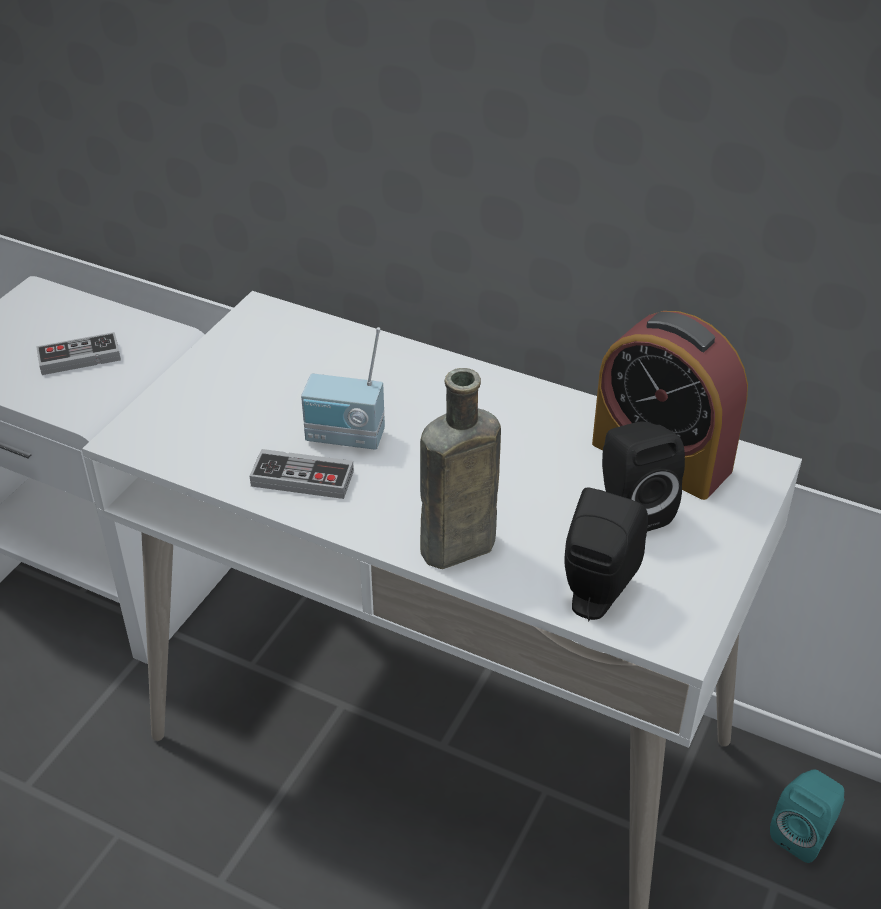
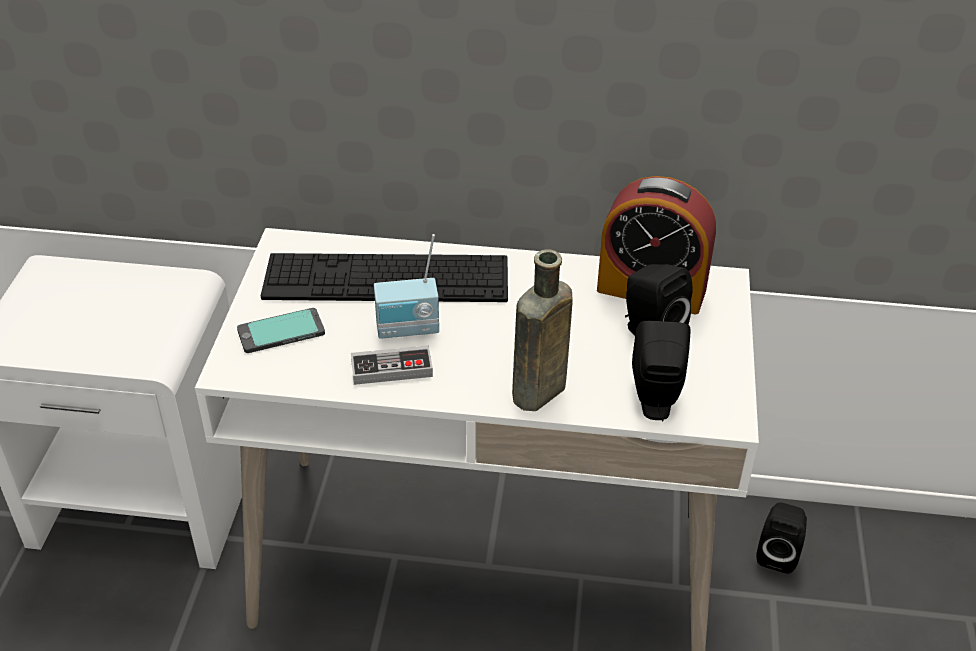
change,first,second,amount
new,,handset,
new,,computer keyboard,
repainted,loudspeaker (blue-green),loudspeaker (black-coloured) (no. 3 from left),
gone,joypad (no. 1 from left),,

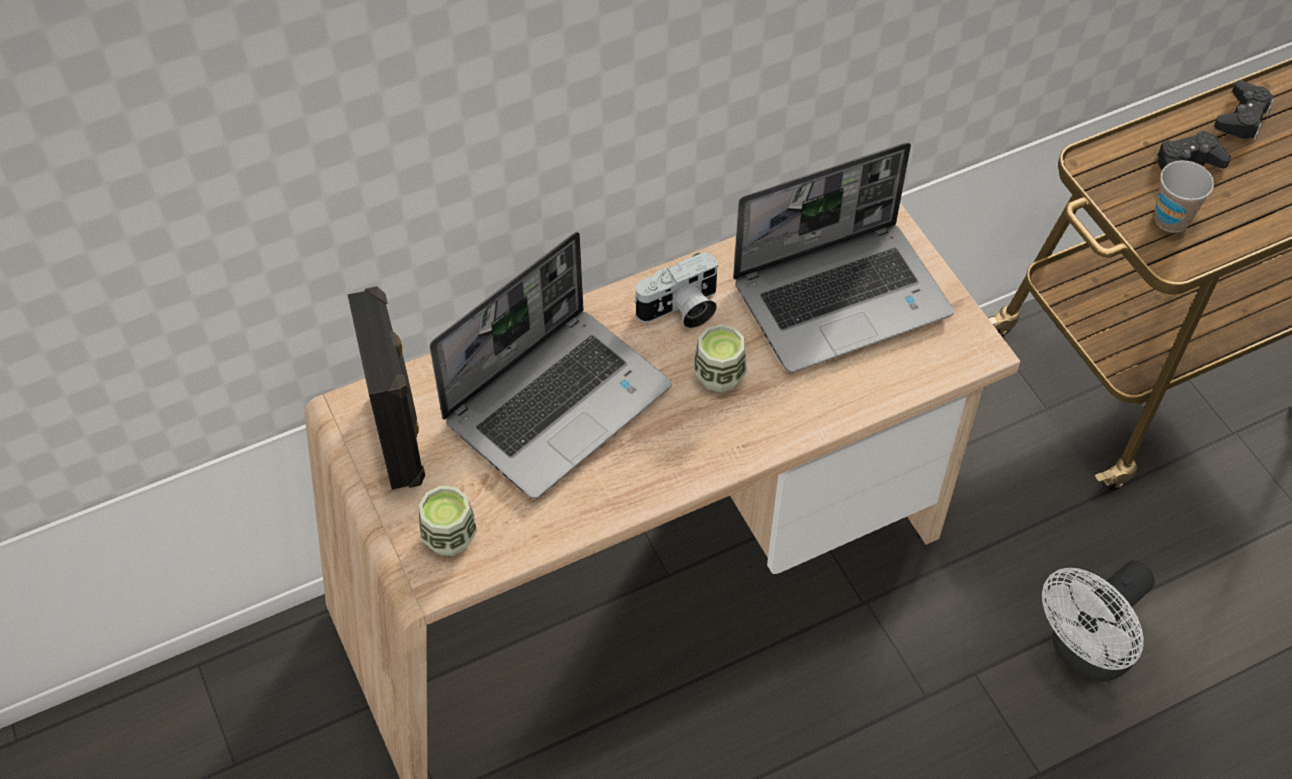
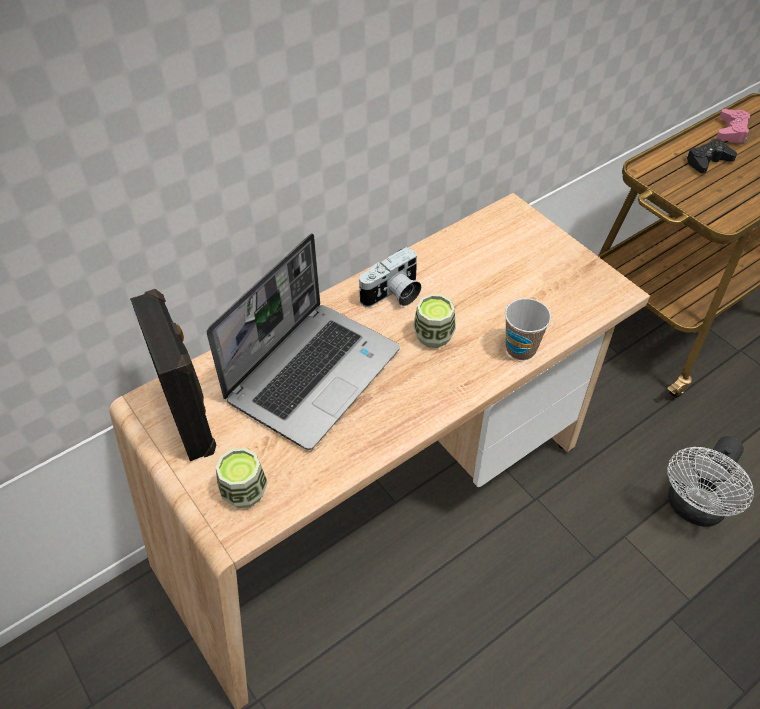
change,first,second,amount
shifted,small cup (no. 3 from left),,
repainted,joypad (black-coloured) (no. 2 from left),joypad (pink),
gone,notebook computer (no. 2 from left),,

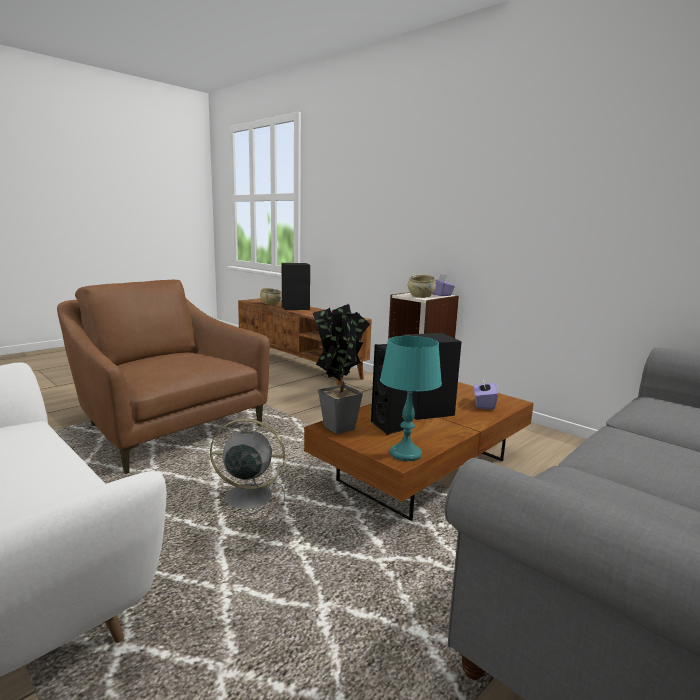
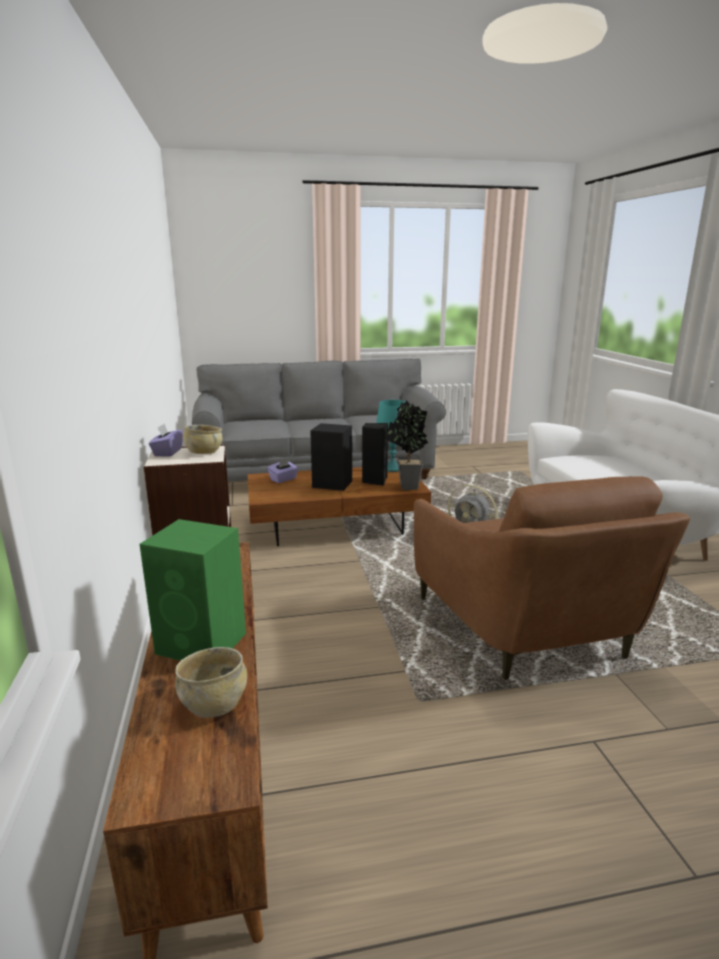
change,first,second,amount
repainted,loudspeaker (black-coloured) (no. 1 from left),loudspeaker (green),

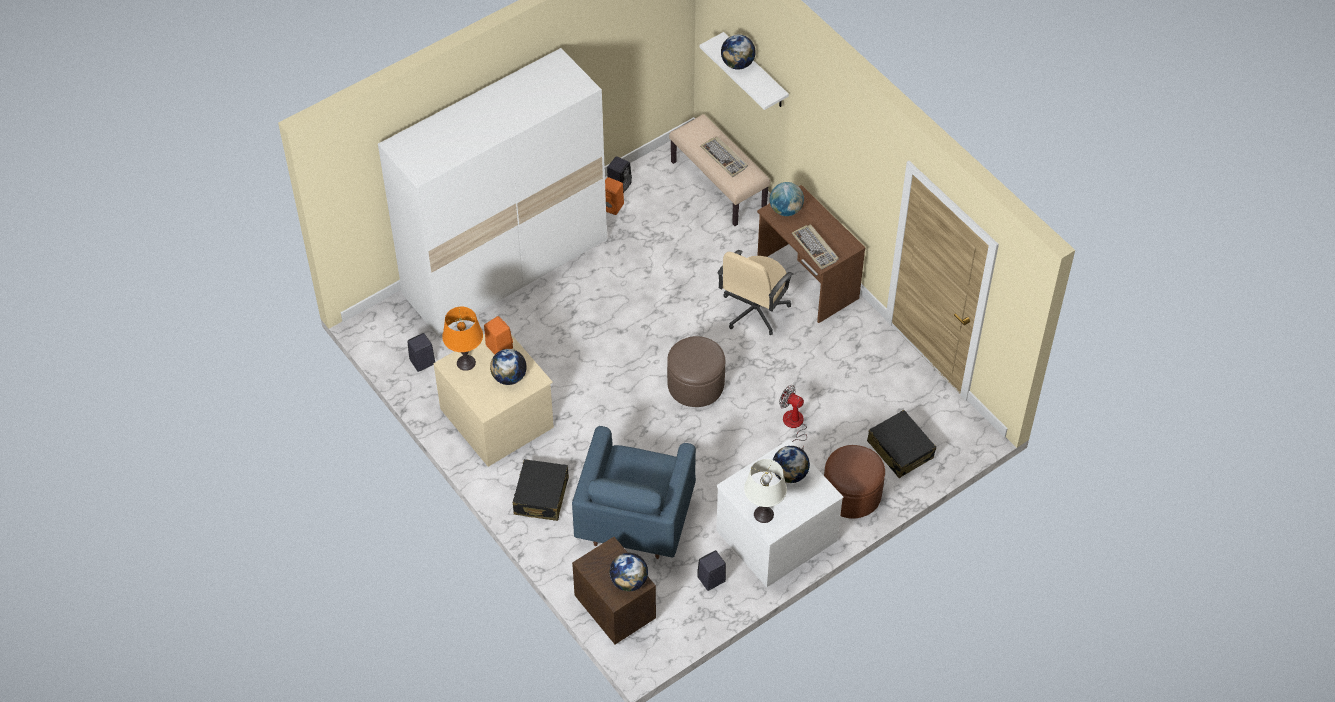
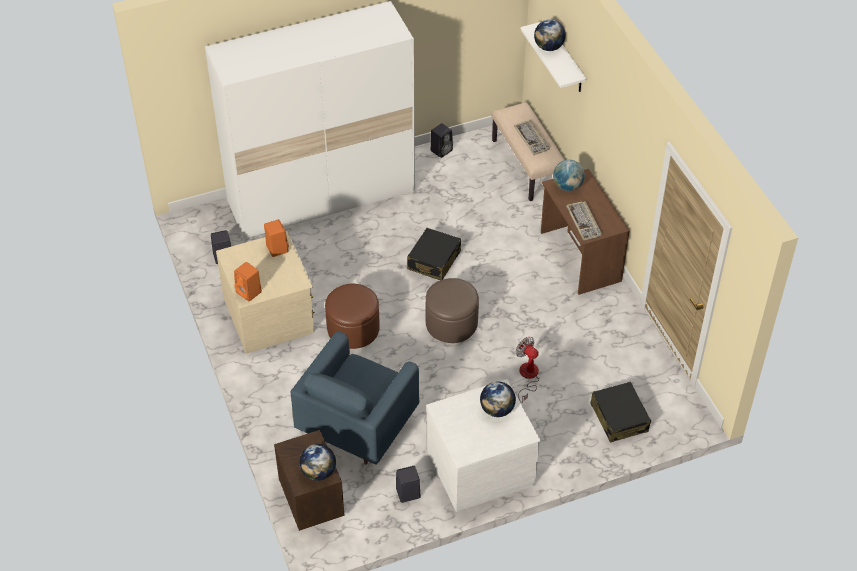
change,first,second,amount
shifted,loudspeaker (orange-coloured) (no. 2 from left in the first image),loudspeaker (orange-coloured) (no. 1 from left),
shifted,ottoman (brown-coloured) (no. 2 from left in the first image),ottoman (brown-coloured) (no. 1 from left),
shifted,travel case (black-coloured) (no. 1 from left),,
gone,tabletop lamp (orange-coloured),,
gone,desk globe (no. 1 from left),,
gone,office chair (beige-coloured),,
gone,tabletop lamp (whitish),,

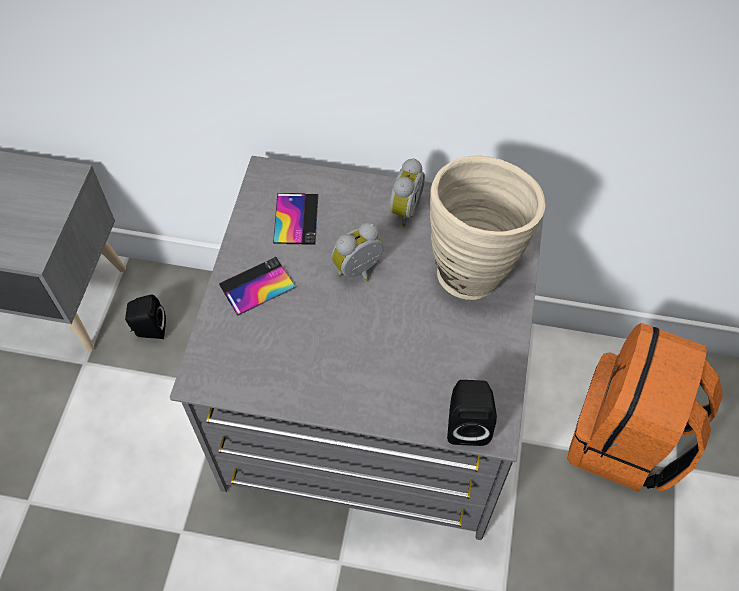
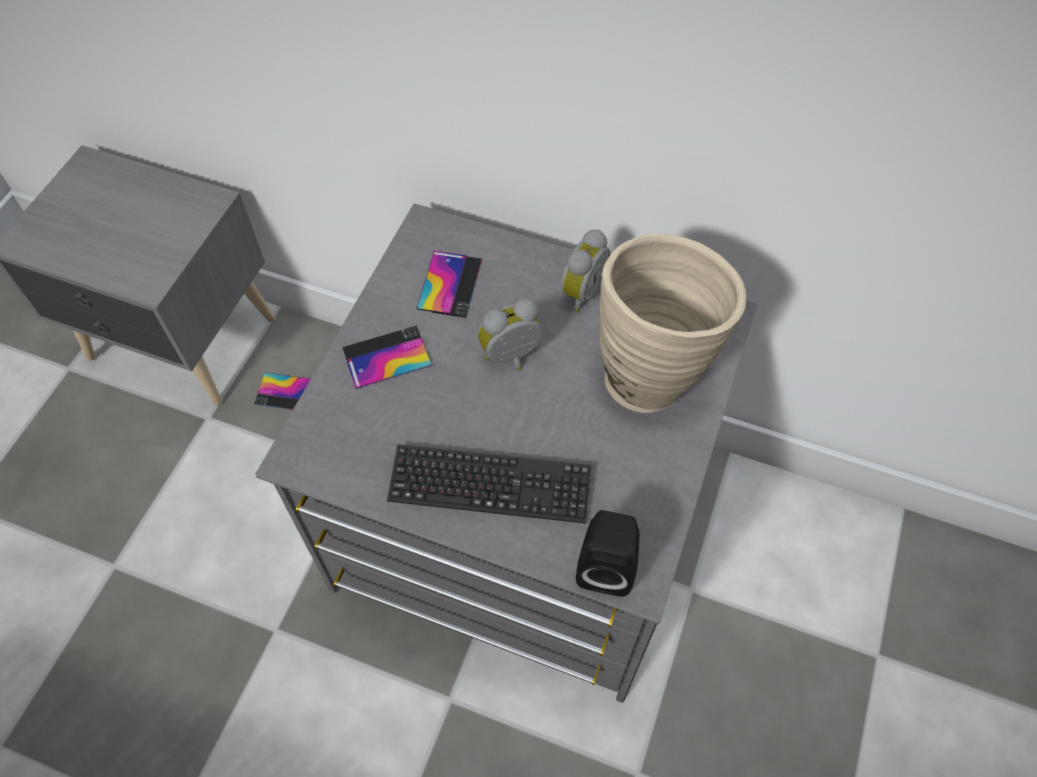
change,first,second,amount
swapped,loudspeaker (black-coloured) (no. 1 from left),handset (no. 1 from left),
new,,computer keyboard,
gone,rucksack (orange-coloured),,

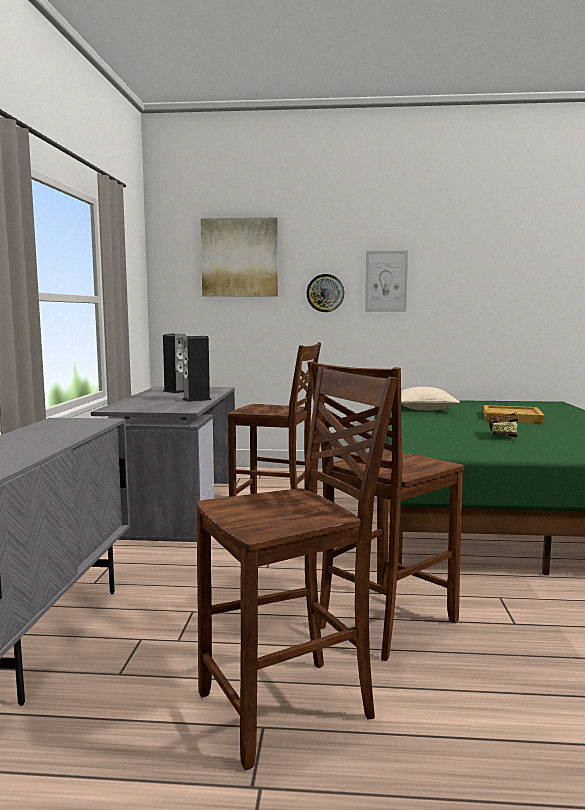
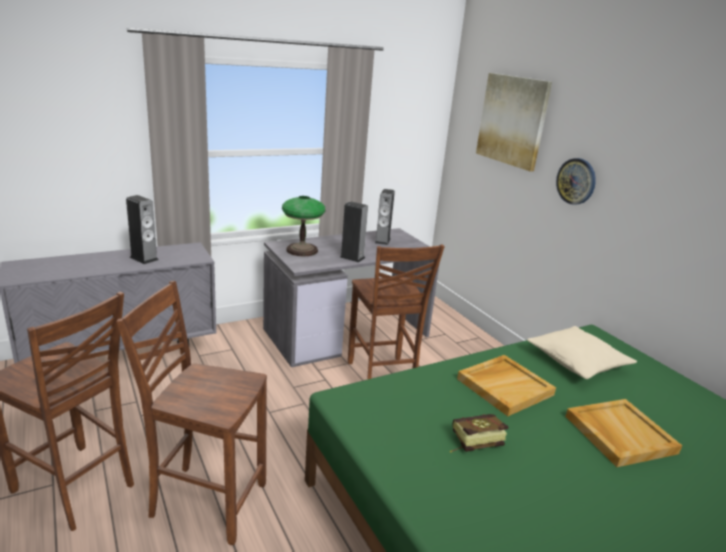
change,first,second,amount
new,,loudspeaker (no. 1 from left),
new,,tabletop lamp,
new,,serving tray (beige-coloured) (no. 1 from left),
gone,picture (no. 2 from left),,

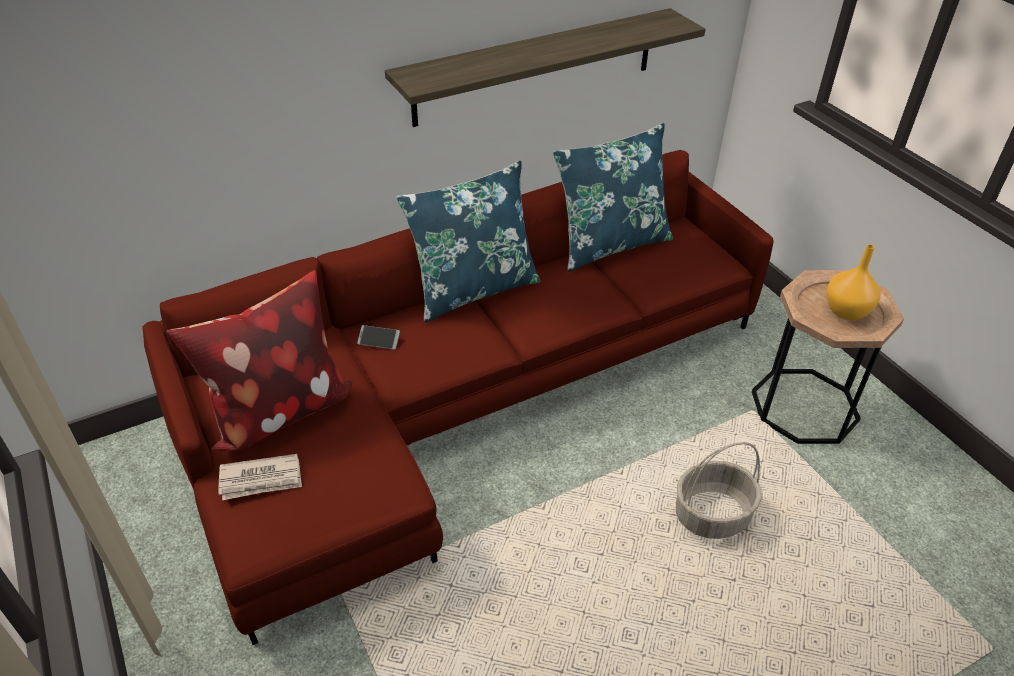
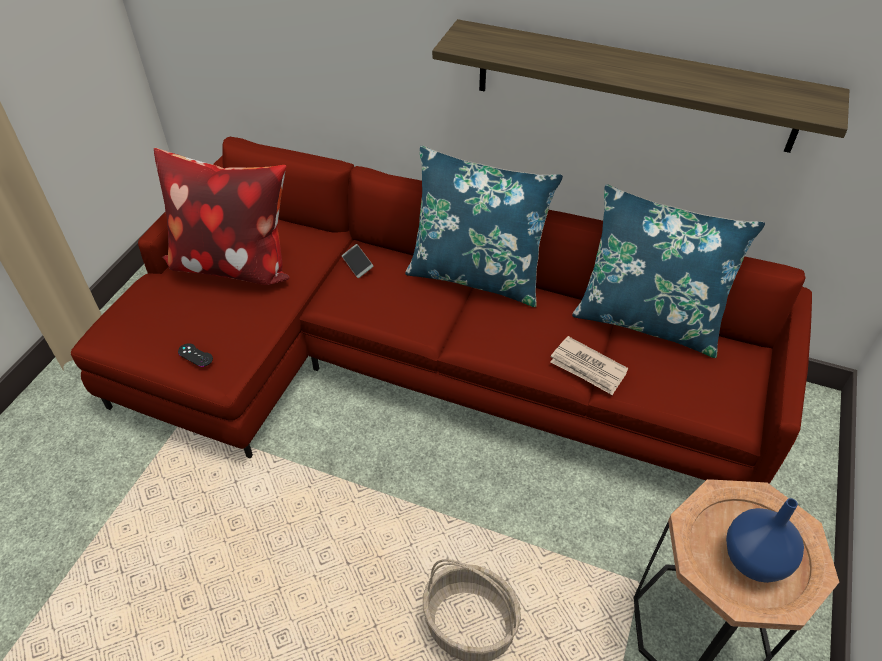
change,first,second,amount
new,,joypad (black-coloured),
shifted,printed paper,,
repainted,vase (orange-coloured),vase (blue),

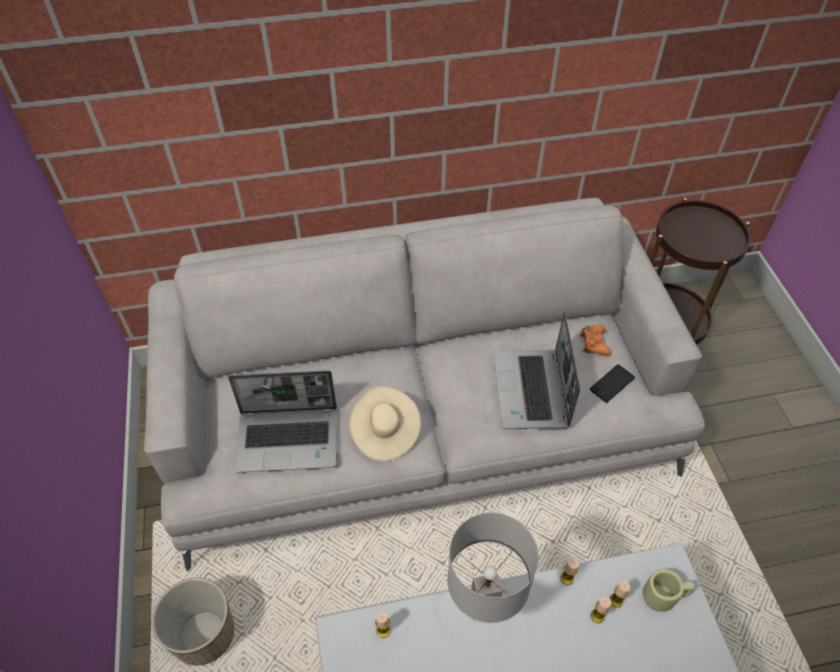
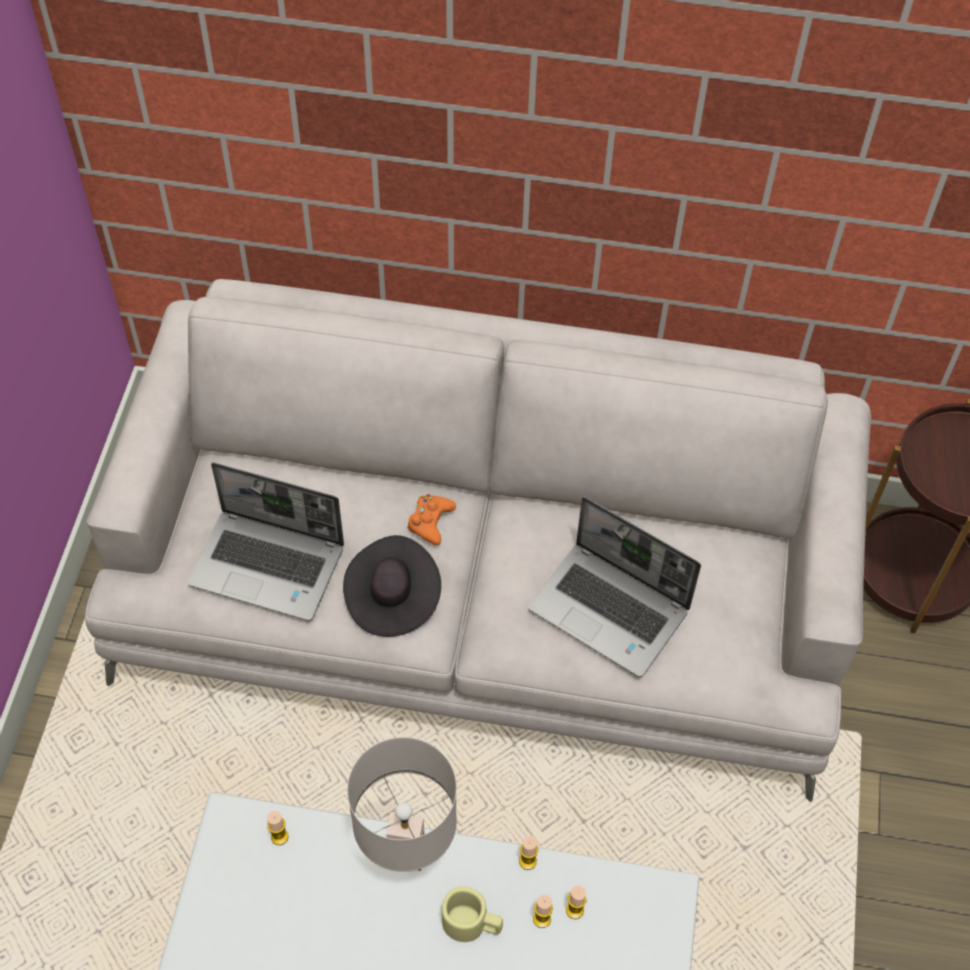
change,first,second,amount
repainted,wearable hat (beige-coloured),wearable hat (black-coloured),
shifted,joypad (orange-coloured),,
shifted,coffee mug (beige-coloured),,
rotated,notebook computer (no. 2 from left),,75 degrees counterclockwise
gone,plant pot,,
gone,handset,,

